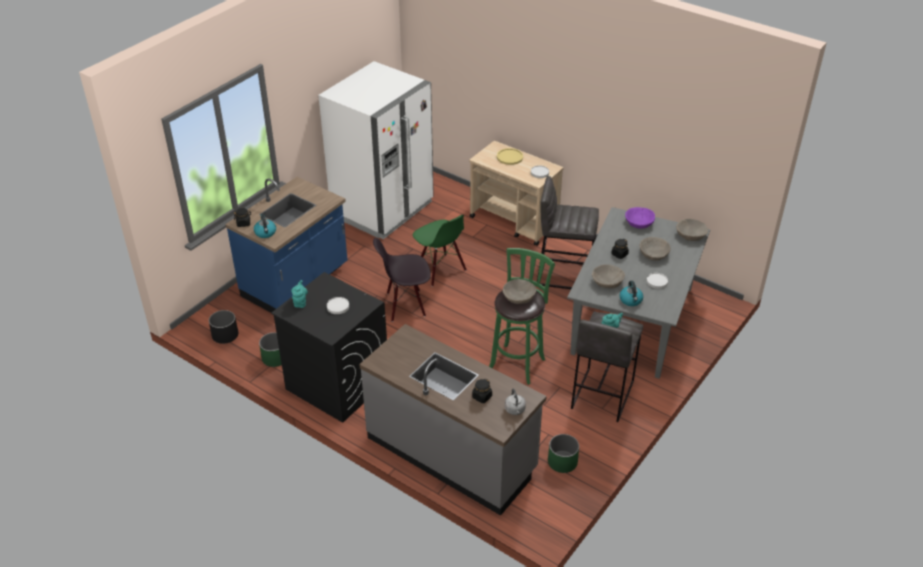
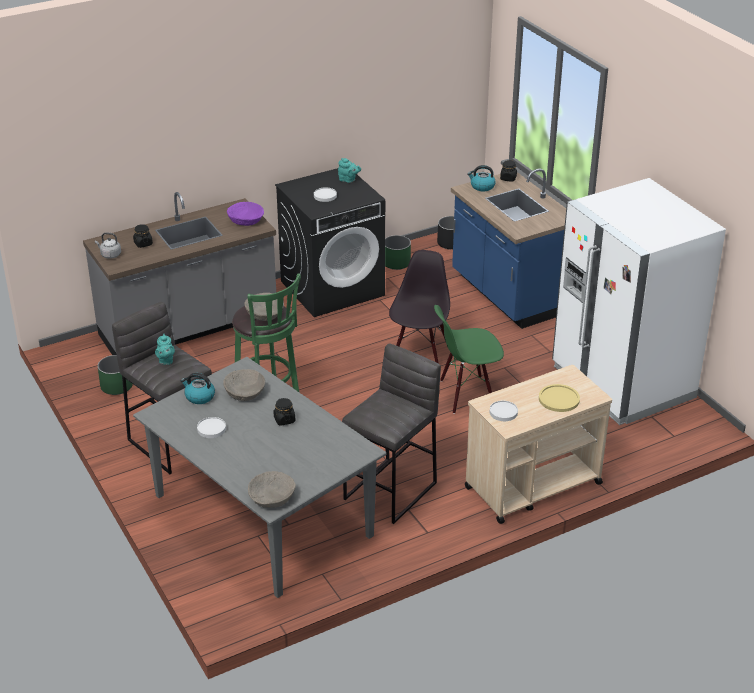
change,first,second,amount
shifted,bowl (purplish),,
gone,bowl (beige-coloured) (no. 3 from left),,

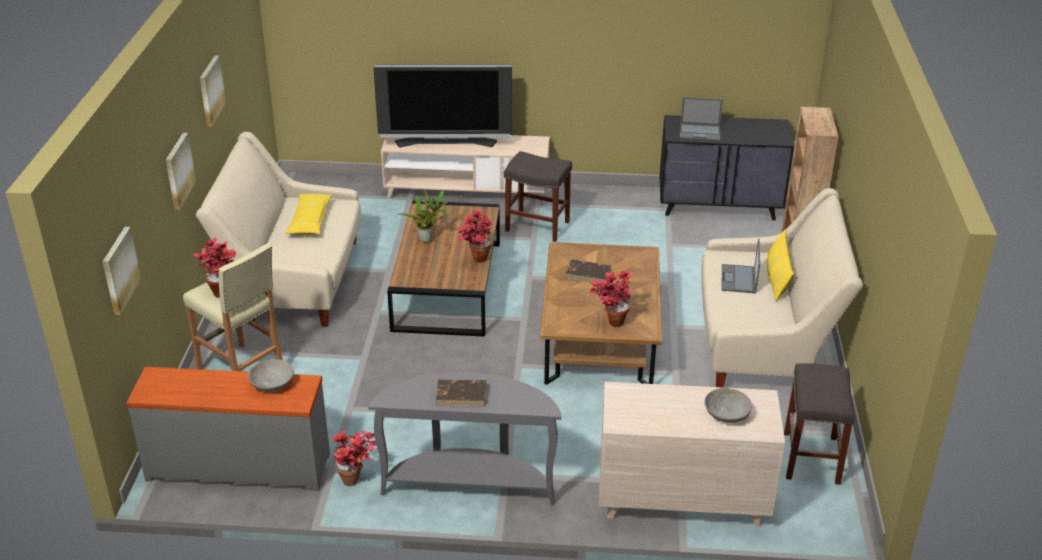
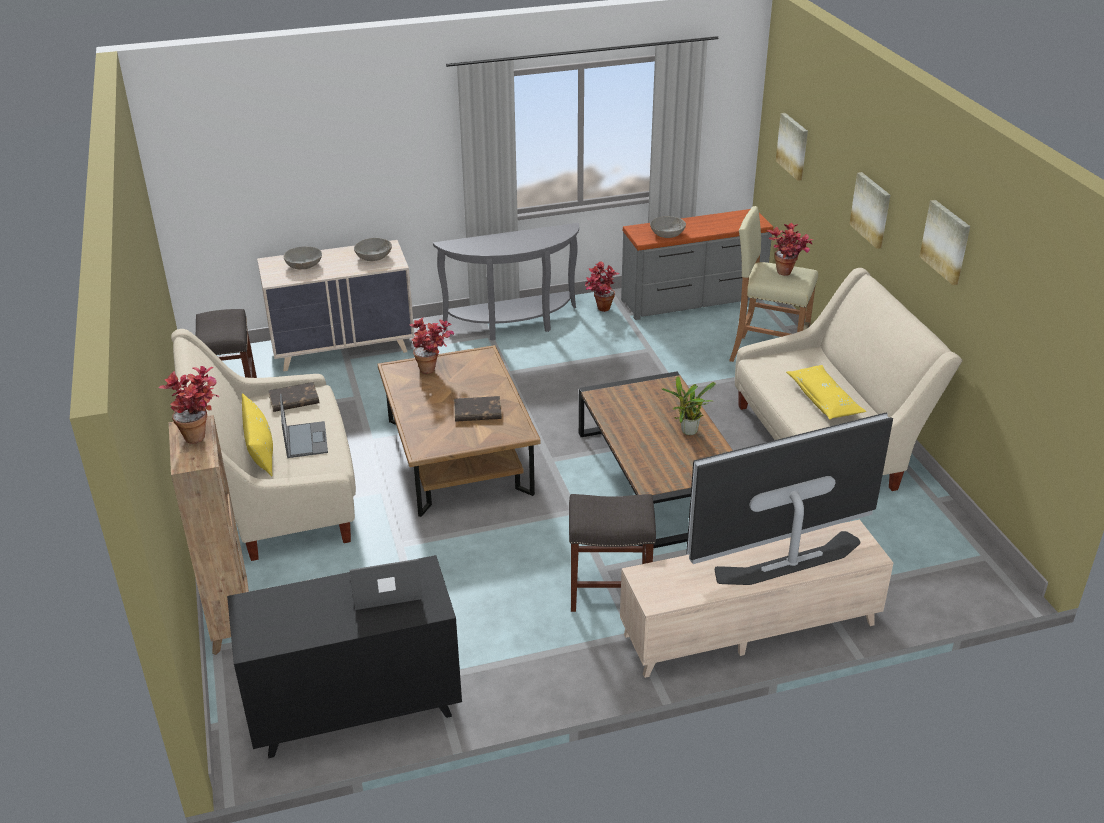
change,first,second,amount
shifted,plant in a pot (no. 4 from left in the first image),plant in a pot (no. 1 from left),
shifted,book (brown-coloured) (no. 1 from left),,
new,,bowl (gray) (no. 2 from left),

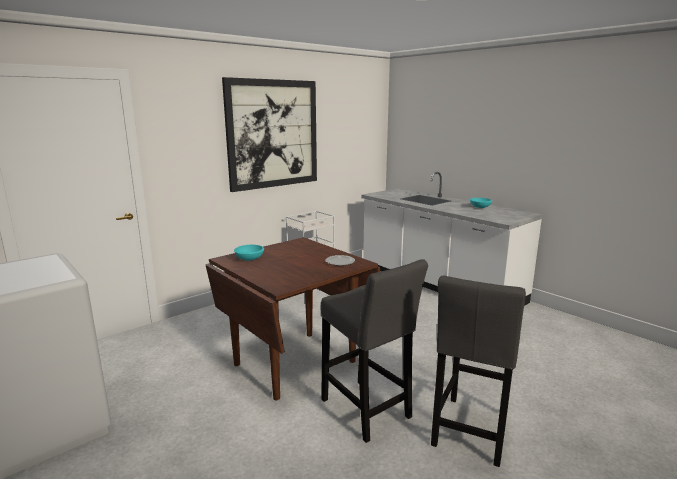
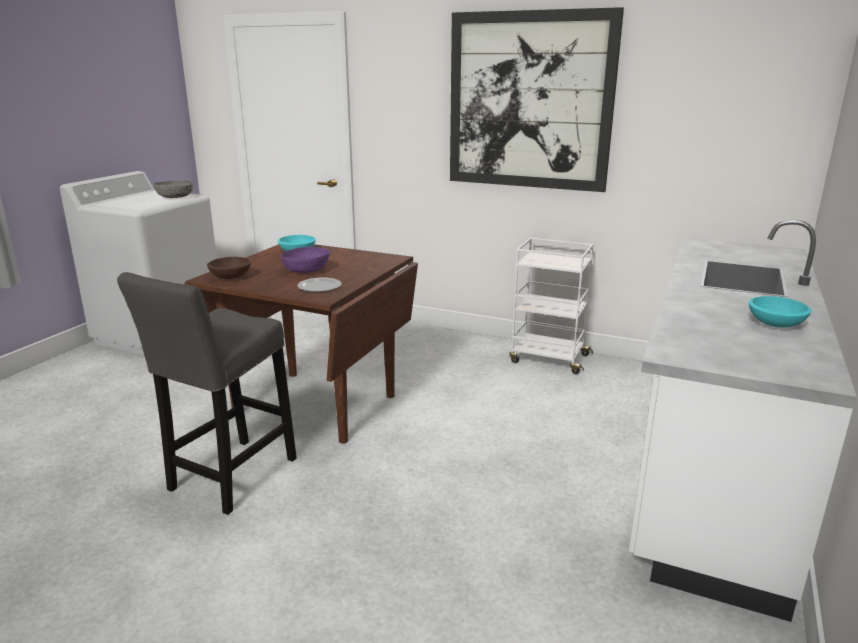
change,first,second,amount
new,,bowl (gray),
new,,bowl (brown-coloured),
new,,bowl (purplish),
gone,sitting stool (gray) (no. 2 from left),,

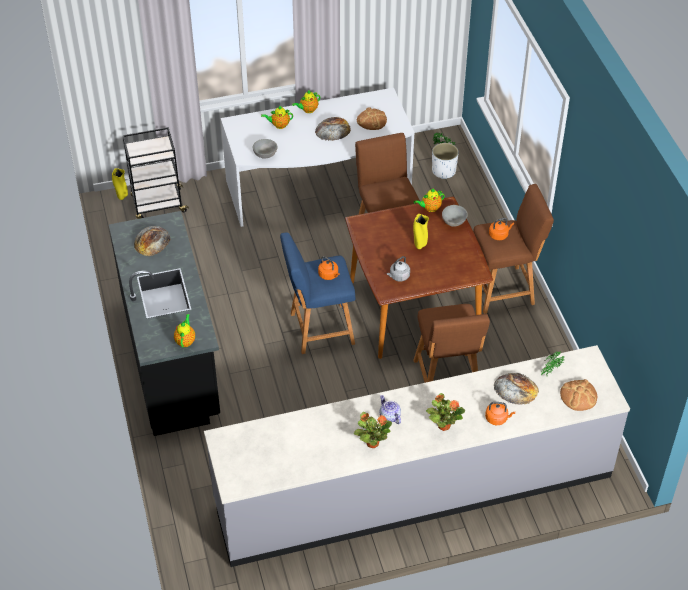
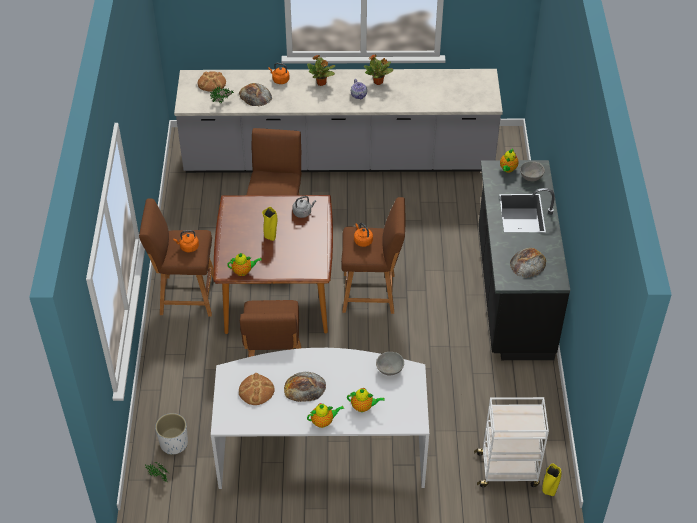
change,first,second,amount
repainted,sitting stool (blue),sitting stool (brown-coloured) (no. 4 from left),
repainted,wheeled cart (black-coloured),wheeled cart (whitish),
shifted,bowl (gray) (no. 2 from left),,

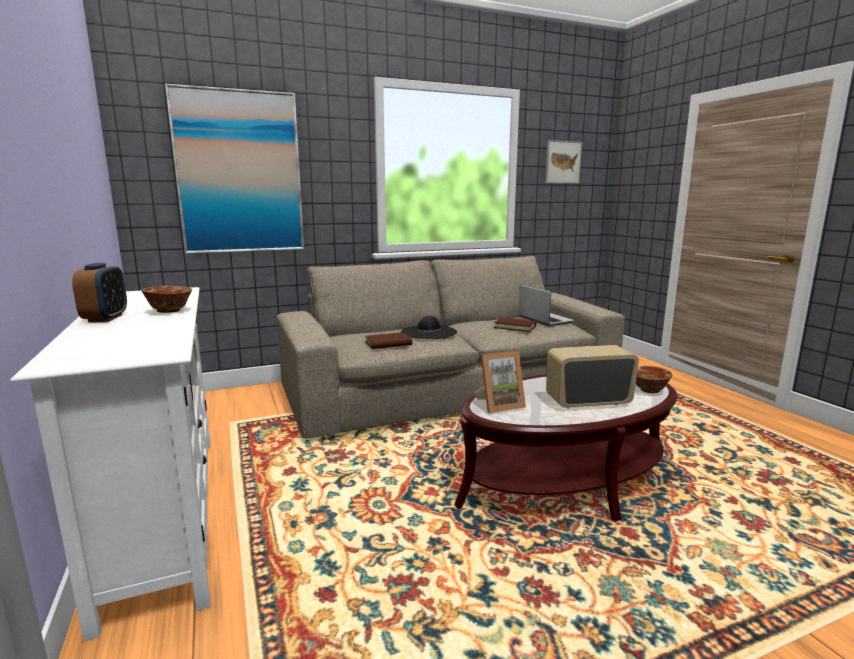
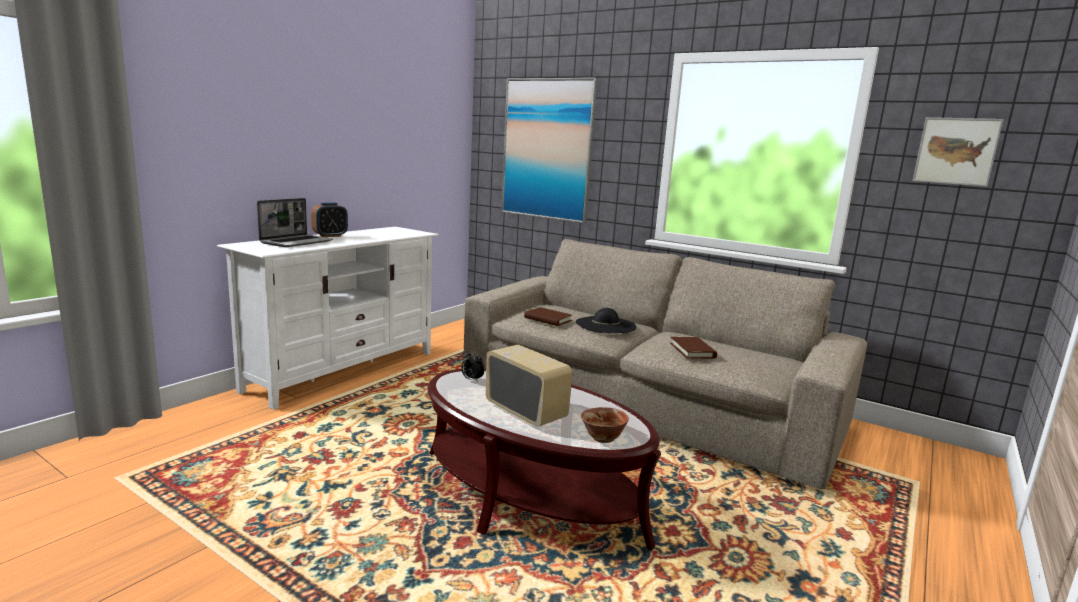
change,first,second,amount
shifted,notebook computer,,
swapped,photo frame,alarm clock (no. 2 from left),
gone,bowl (no. 1 from left),,

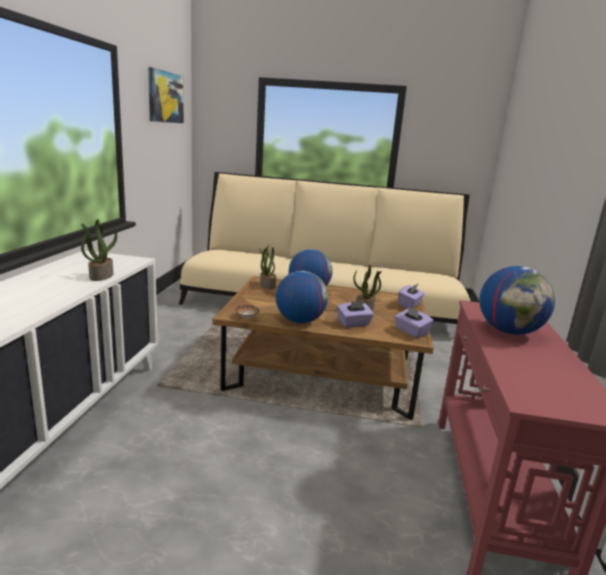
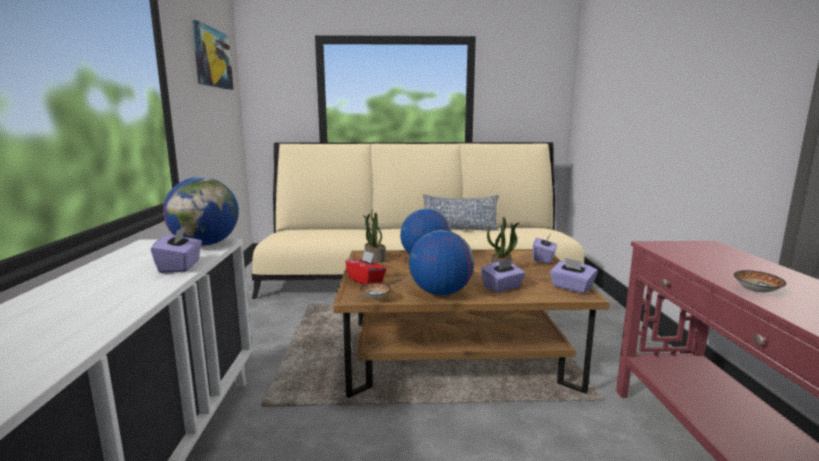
change,first,second,amount
swapped,plant in a pot (no. 1 from left),box of tissues (purplish) (no. 1 from left),
shifted,desk globe (no. 3 from left in the first image),desk globe (no. 1 from left),
new,,box of tissues (red-coloured),
new,,throw pillow,
new,,bowl (no. 2 from left),

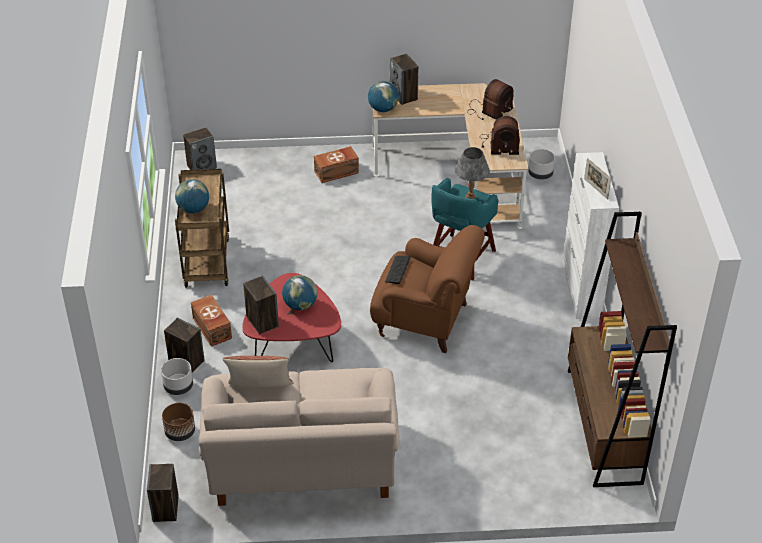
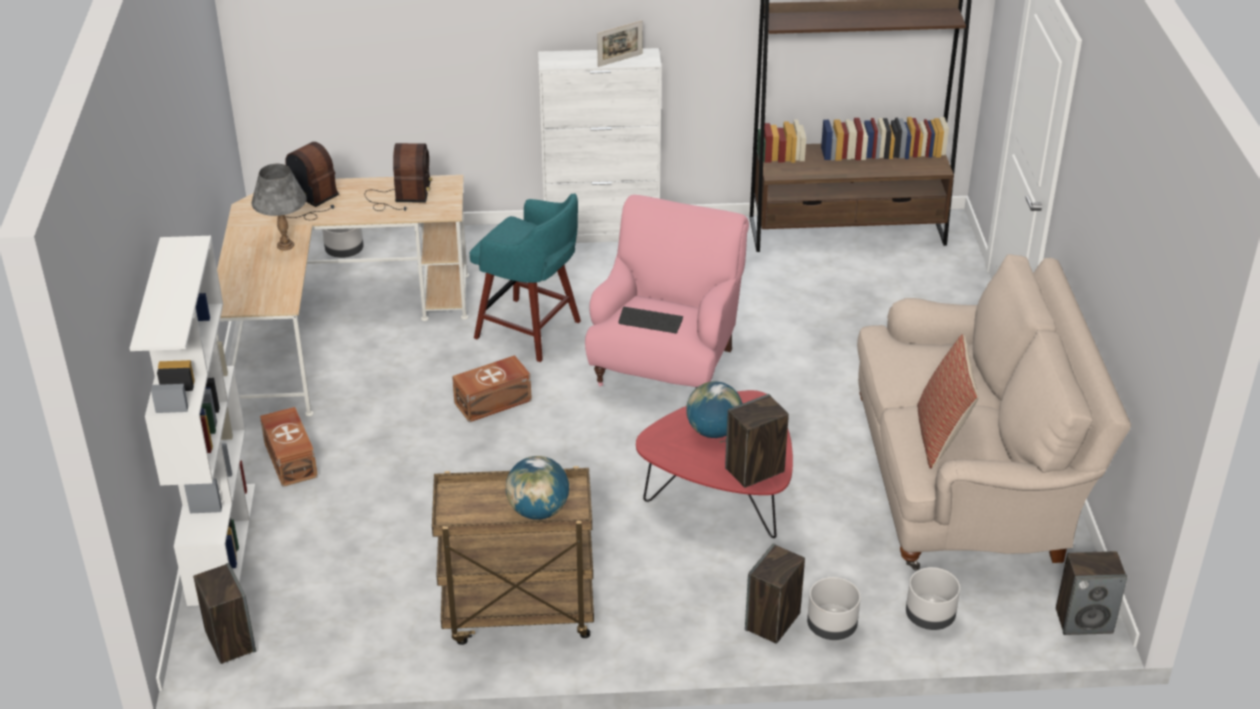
change,first,second,amount
new,,bookshelf (whitish),
shifted,tabletop lamp (gray),,
shifted,storage box (brown-coloured) (no. 1 from left in the first image),storage box (brown-coloured) (no. 2 from left),
repainted,easy chair (brown-coloured),easy chair (pink),
repainted,plant pot (brown-coloured),plant pot (gray) (no. 3 from left),
gone,desk globe (no. 3 from left),,
gone,loudspeaker (no. 5 from left),,

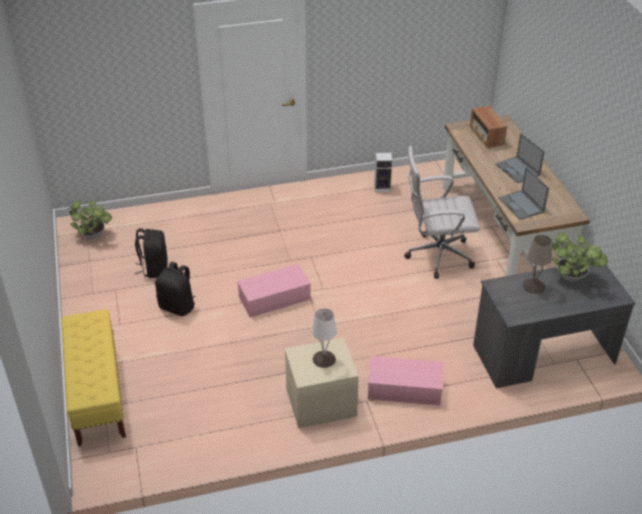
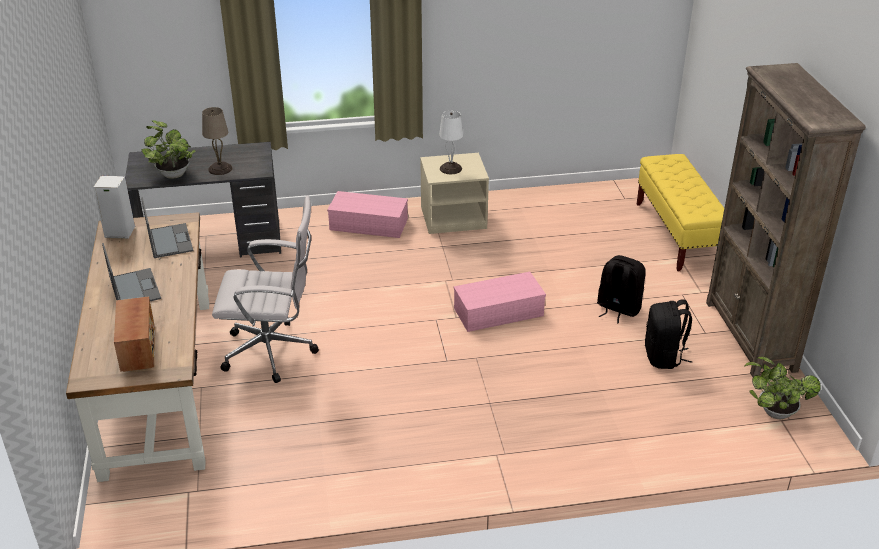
change,first,second,amount
shifted,loudspeaker,,
new,,bookshelf (brown-coloured),

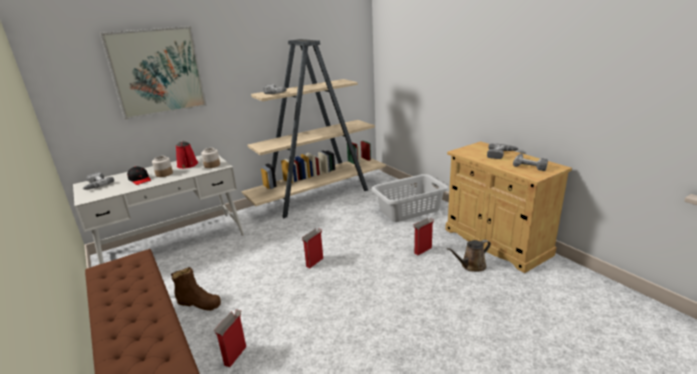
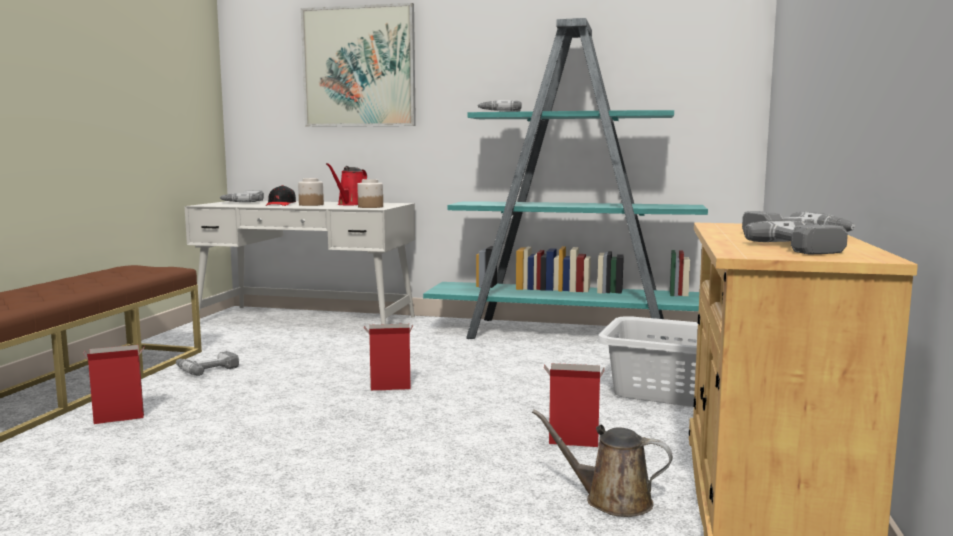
change,first,second,amount
swapped,high-top boot (brown-coloured),electric drill (no. 1 from left),
repainted,bookshelf (beige-coloured),bookshelf (blue-green),

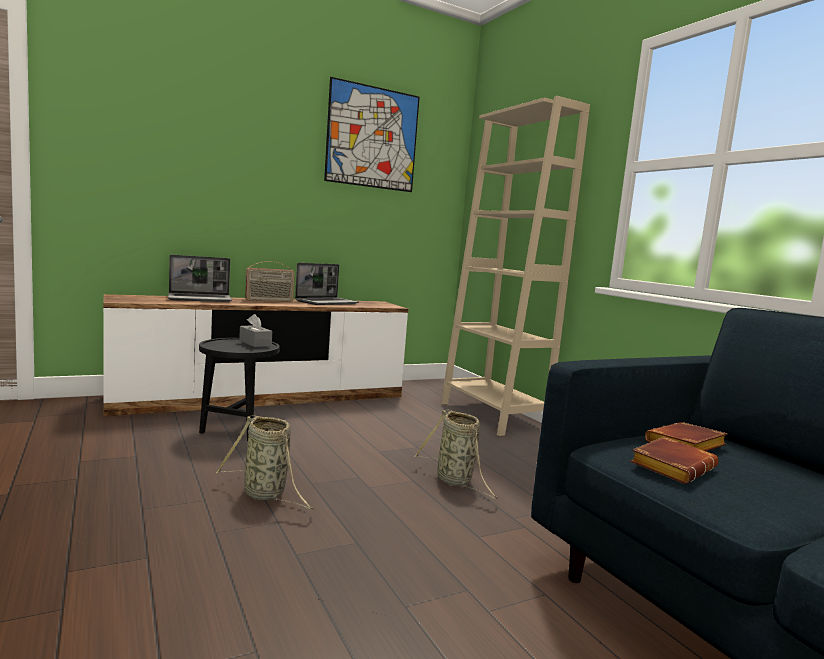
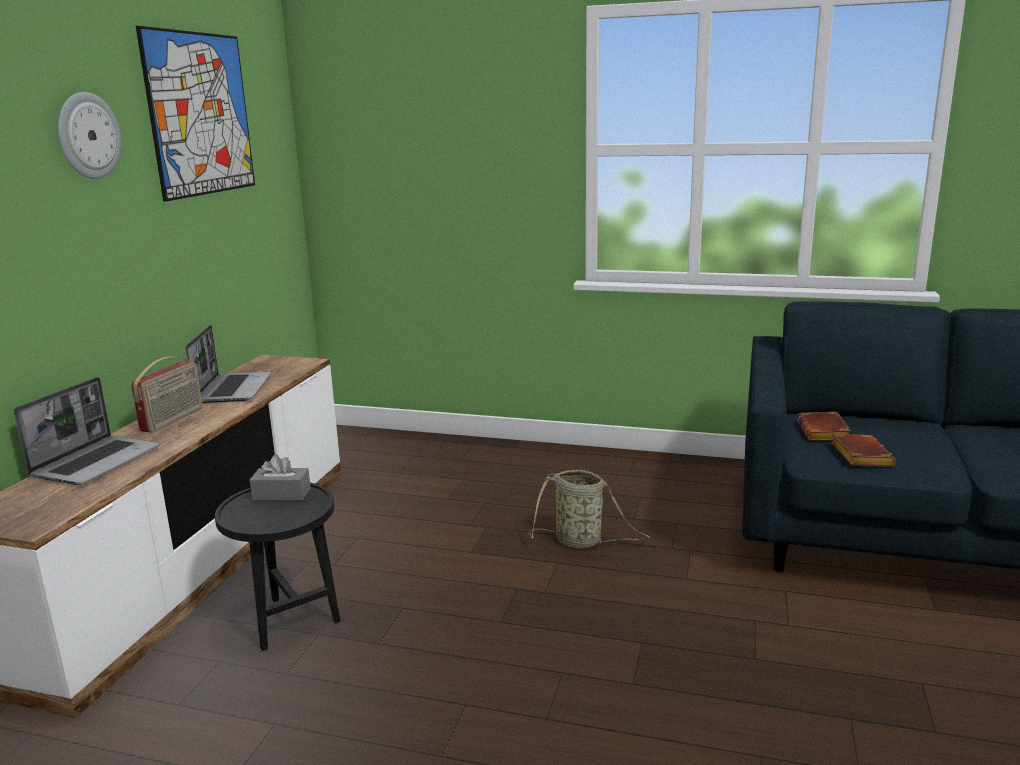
change,first,second,amount
new,,hanging clock,
gone,basket (no. 1 from left),,
gone,bookshelf (beige-coloured),,

